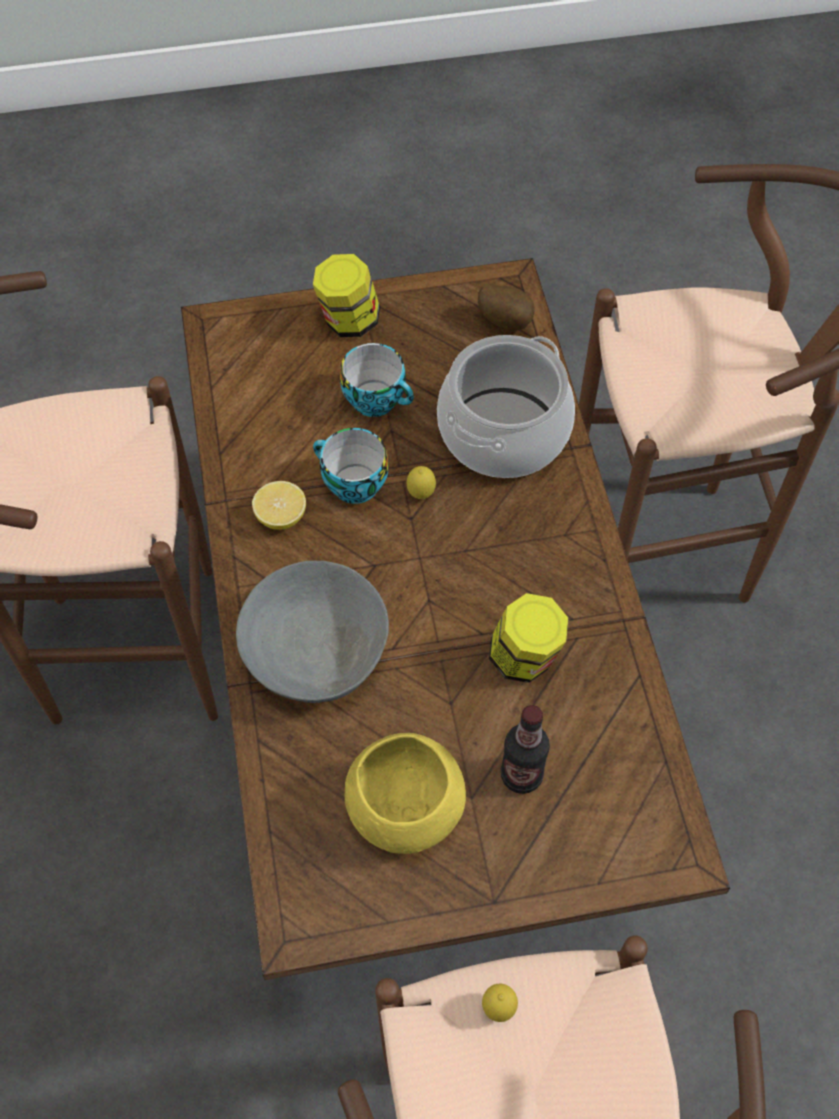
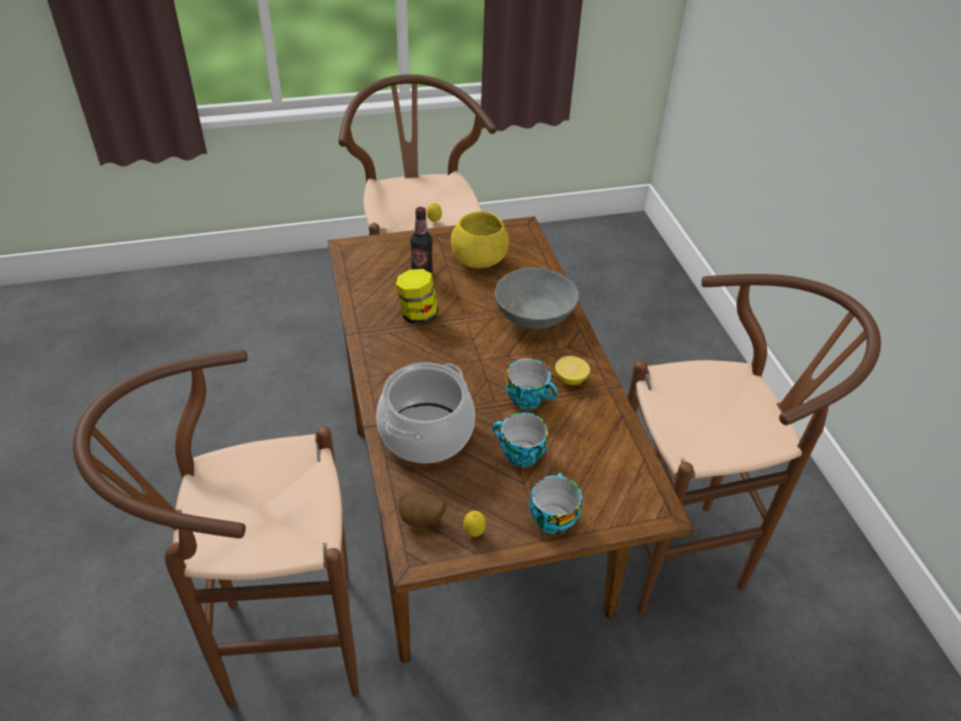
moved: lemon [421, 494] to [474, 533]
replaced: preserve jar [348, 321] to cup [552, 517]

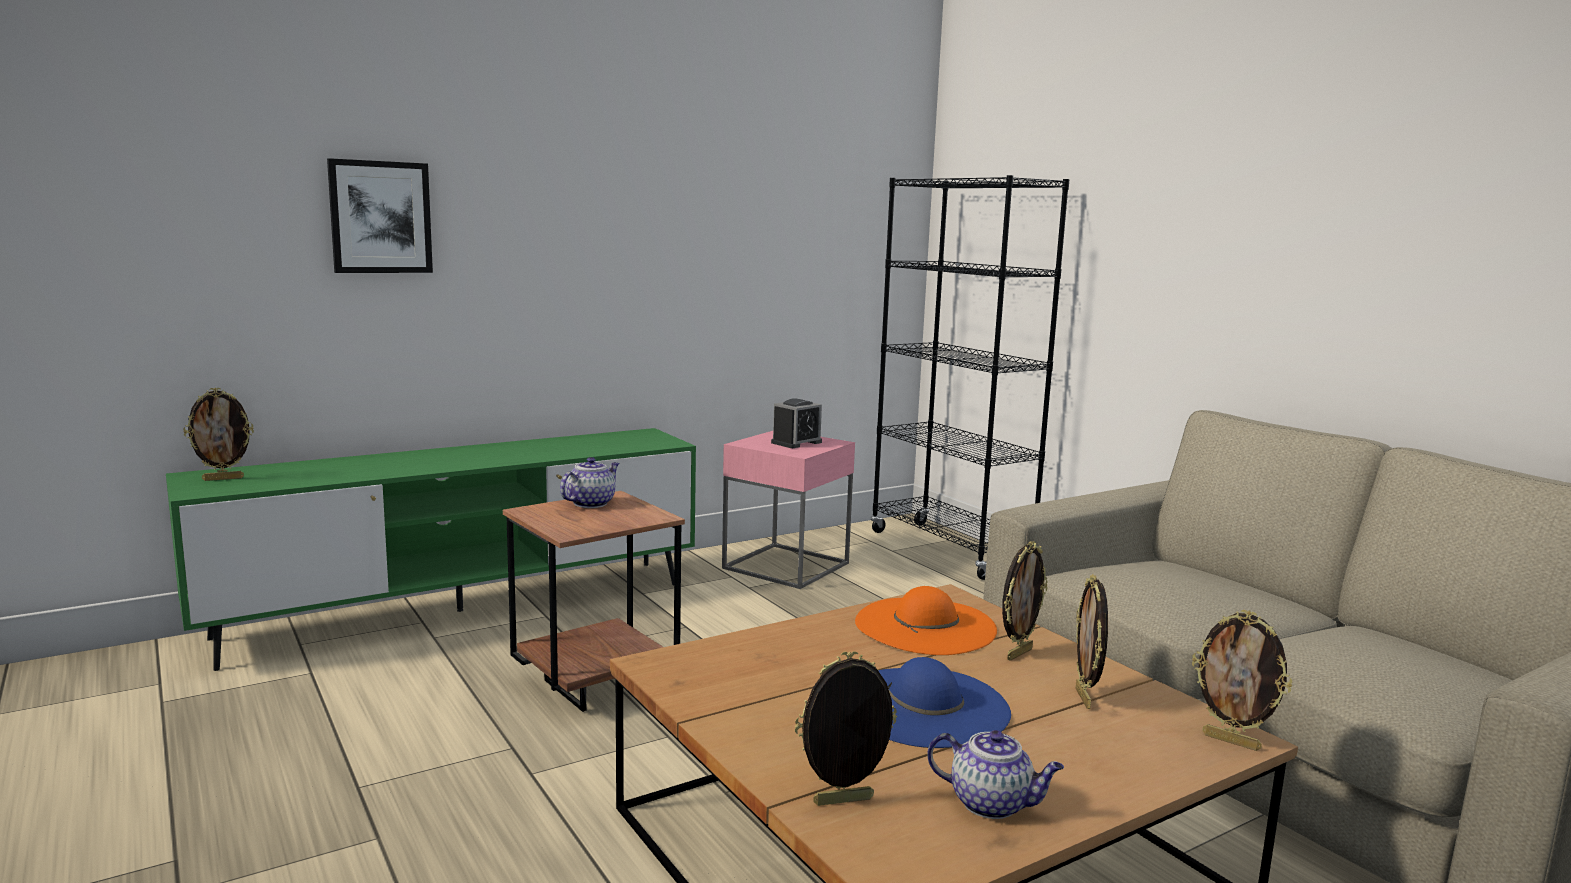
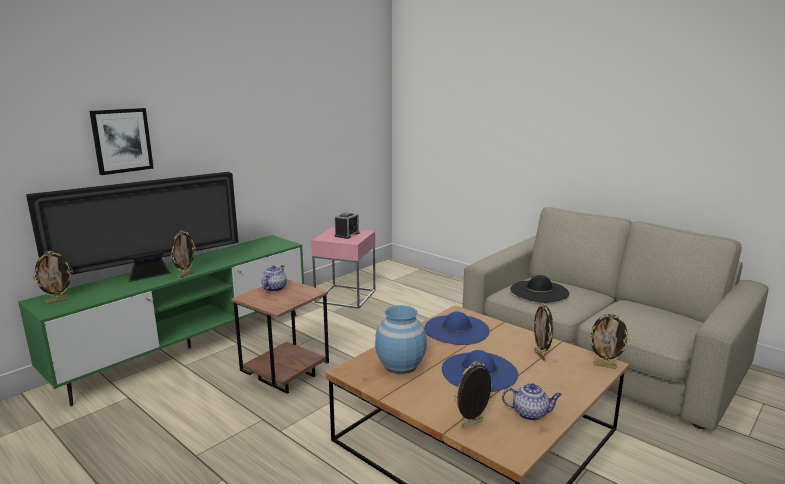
removed: bookshelf (black) [950, 550]
added: TV set [151, 275]; flower vase (blue-coloured) [400, 365]; hat (black) [539, 291]
moved: picture frame [1018, 653] to [185, 275]
recoloured: hat (orangey) [925, 626] to hat (blue-coloured) [456, 329]

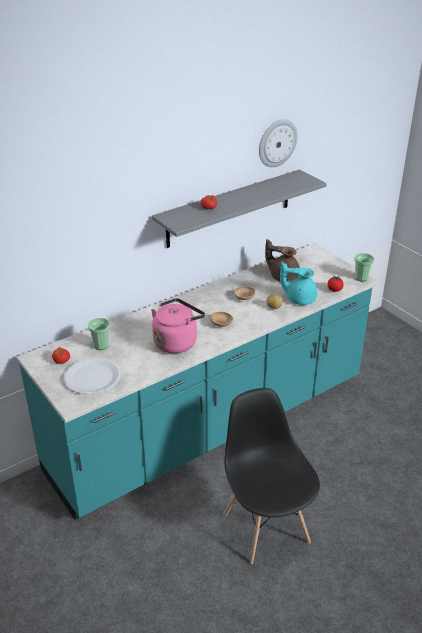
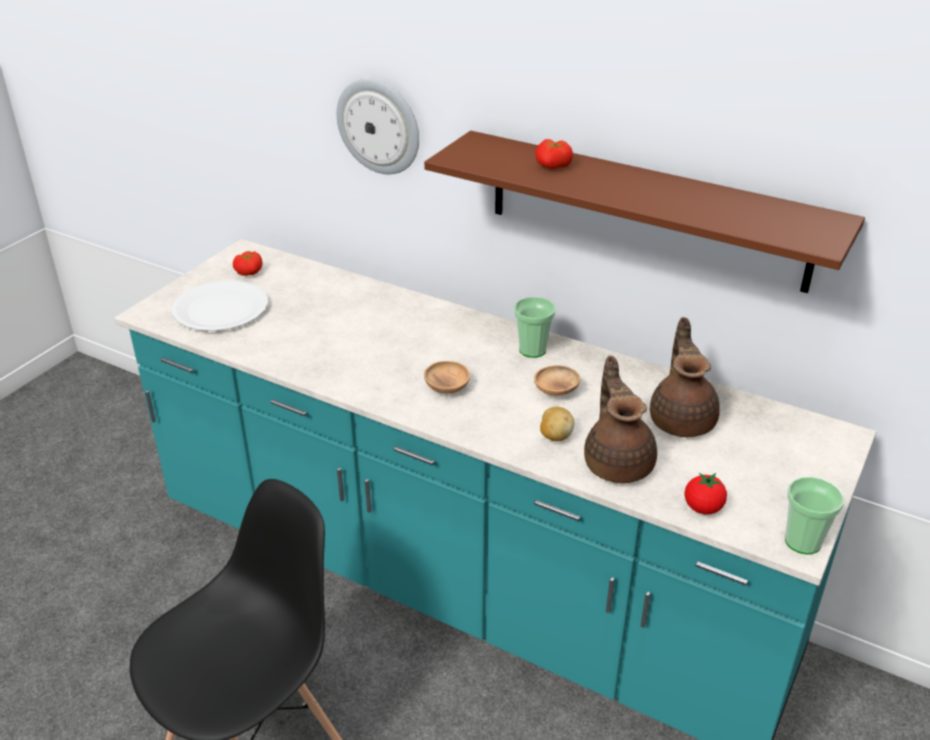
removed: tea kettle (pinkish) [177, 341]
moved: cup [101, 345] to [532, 350]; clock on the wall [277, 143] to [379, 126]
recoloured: wall shelf (greyish) [229, 208] to wall shelf (brown-coloured) [646, 210]; pot for tea (blue-green) [299, 298] to pot for tea (brown-coloured) [618, 462]

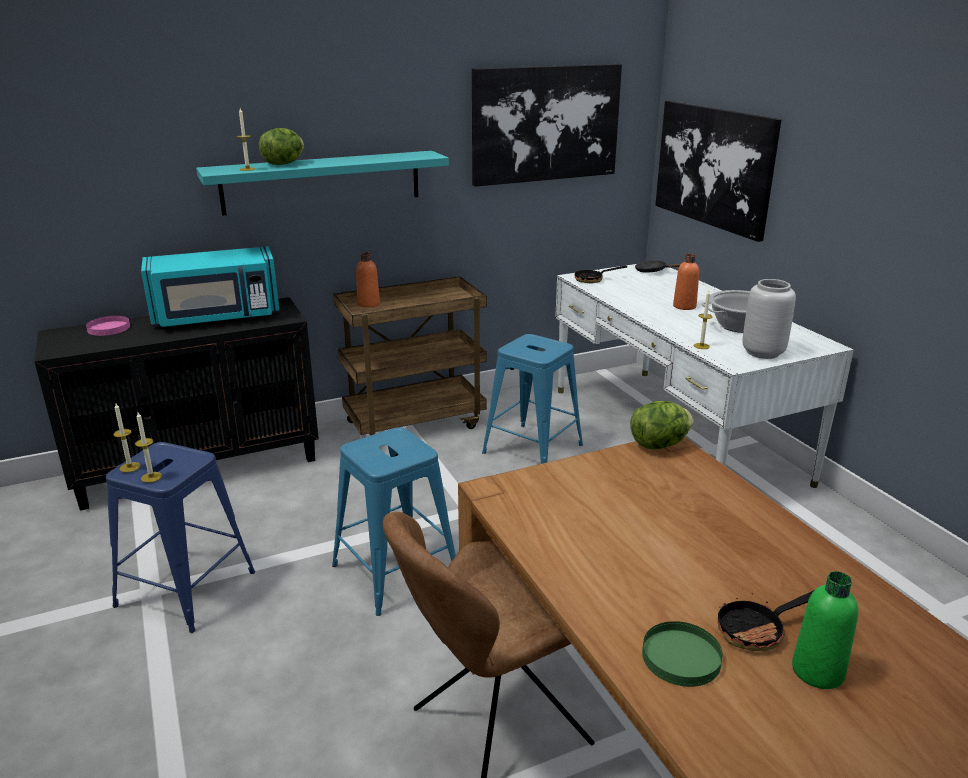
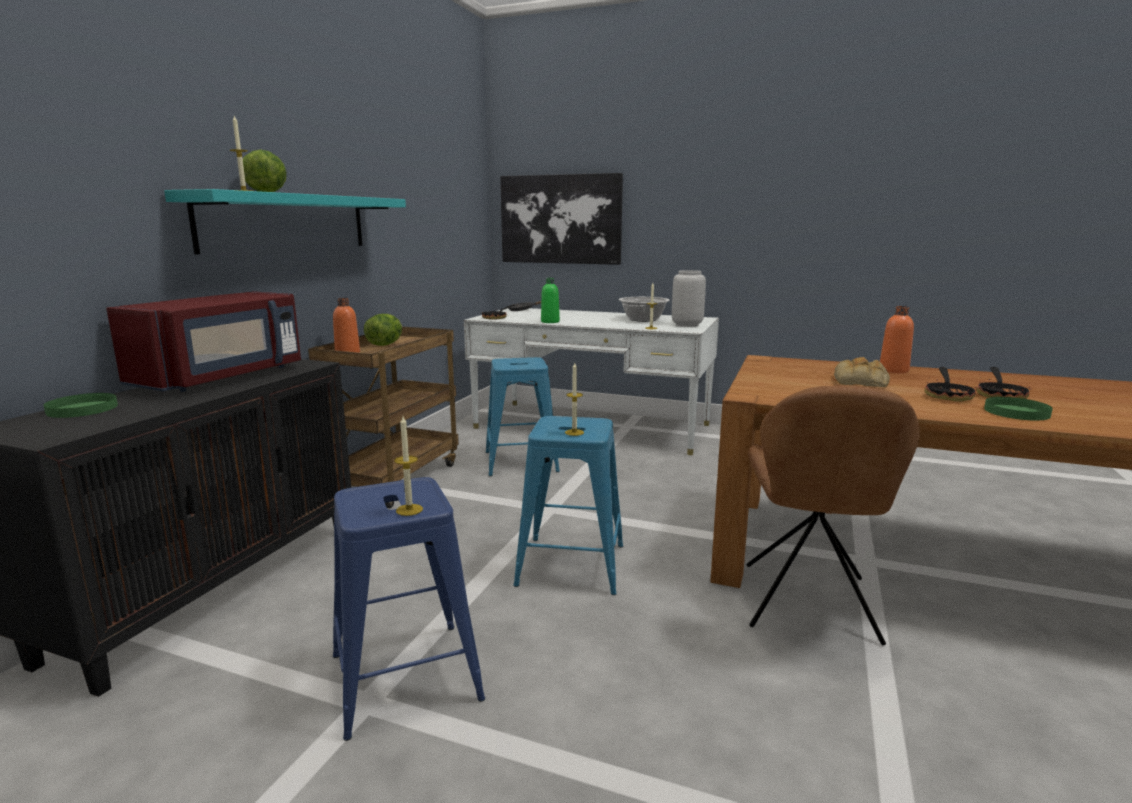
removed: wall art [545, 124]
added: bread [861, 382]; pan [948, 395]
moved: wax candle [130, 467] to [574, 432]; lettuce head [659, 444] to [385, 344]; beverage bottle (orangey) [684, 306] to [893, 370]; beverage bottle (green-coloured) [817, 671] to [550, 322]
recoloured: plate (pinkish) [108, 328] to plate (green-coloured) [81, 409]; microwave (blue-green) [217, 317] to microwave (red-coloured) [223, 377]

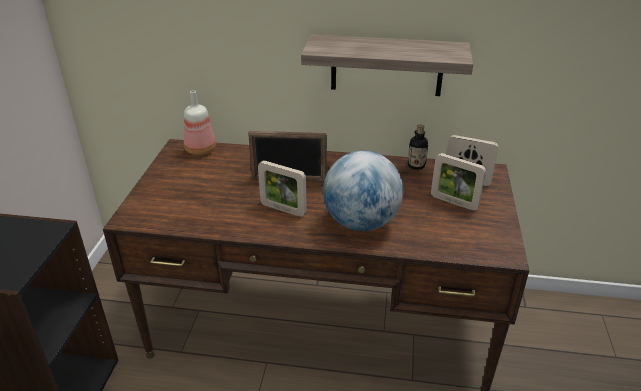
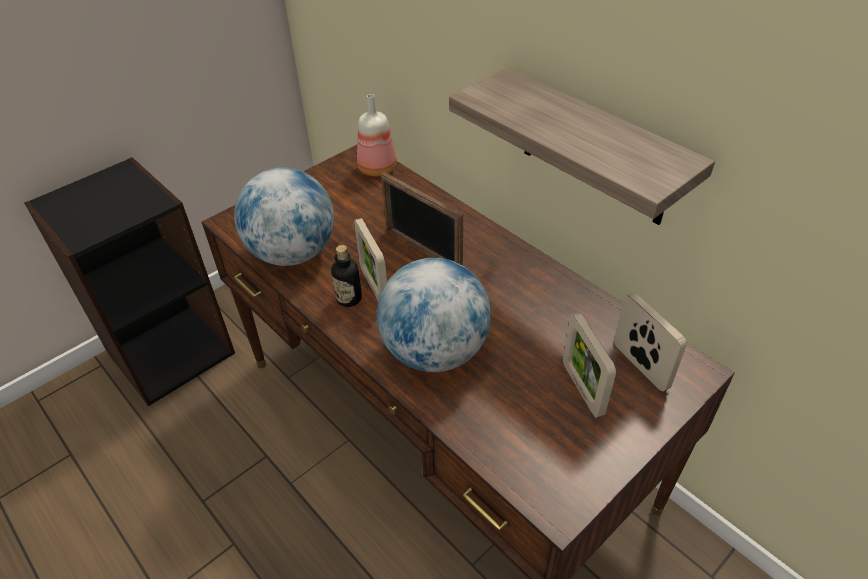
added: world globe [293, 253]
moved: beverage bottle [416, 165] to [349, 298]

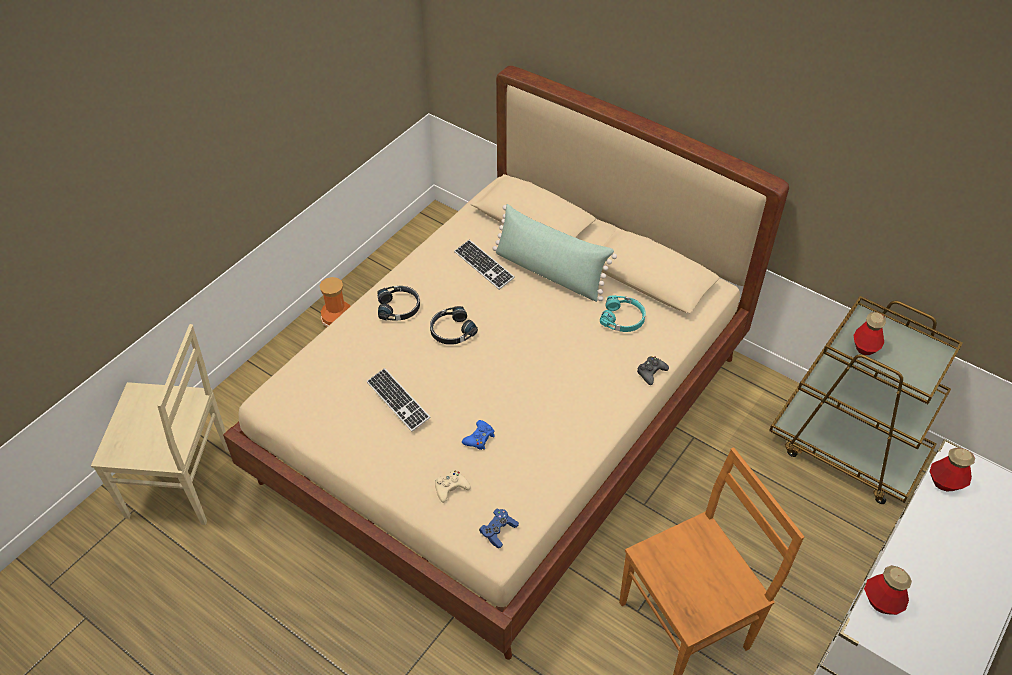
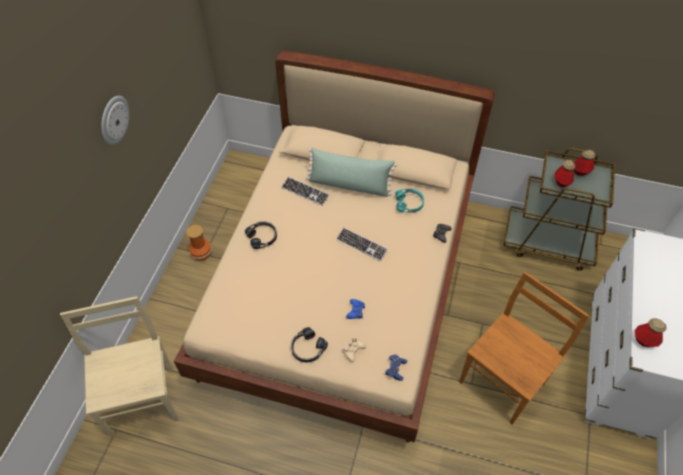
added: clock on the wall [114, 120]
moved: keyboard [398, 400] to [361, 245]; pair of headphones (black) [451, 331] to [307, 348]; beverage bottle [945, 482] to [580, 171]
turned: upright chair (beige-coloured) [183, 482] = [143, 398] 90 degrees counterclockwise

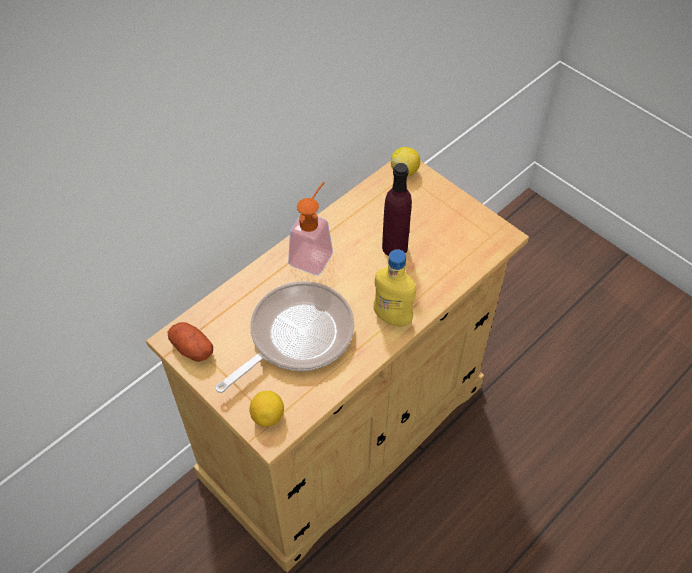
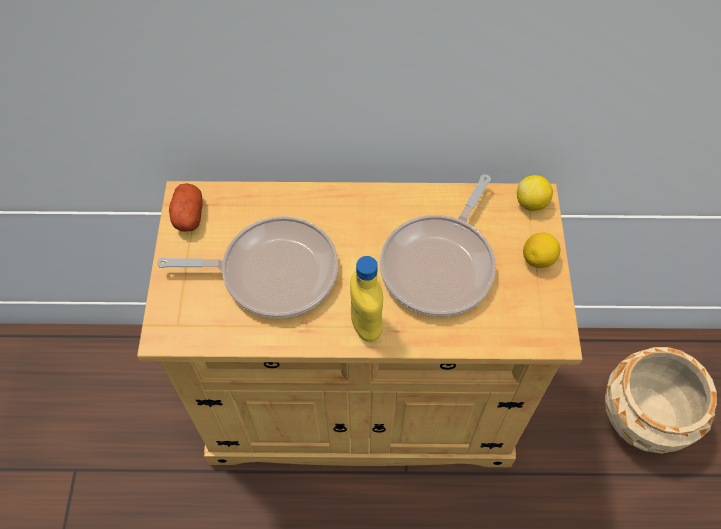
removed: liquid soap bottle [314, 253]
added: flower pot (beige-coloured) [643, 418]
moved: lemon [268, 416] to [538, 259]
replaced: beverage bottle (purple) [394, 247] to pan [440, 265]

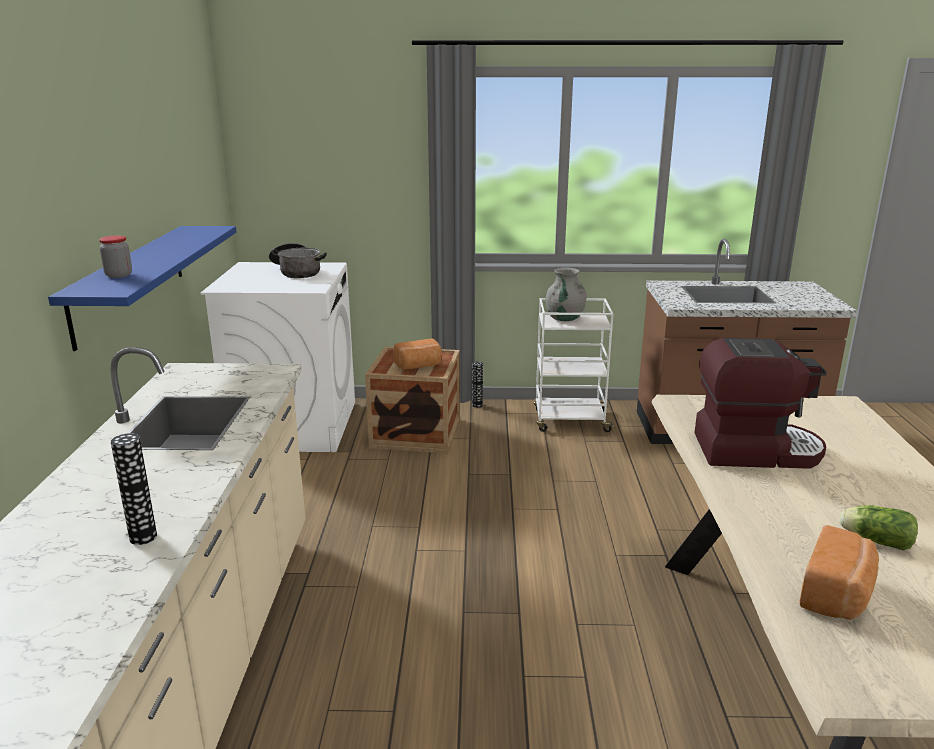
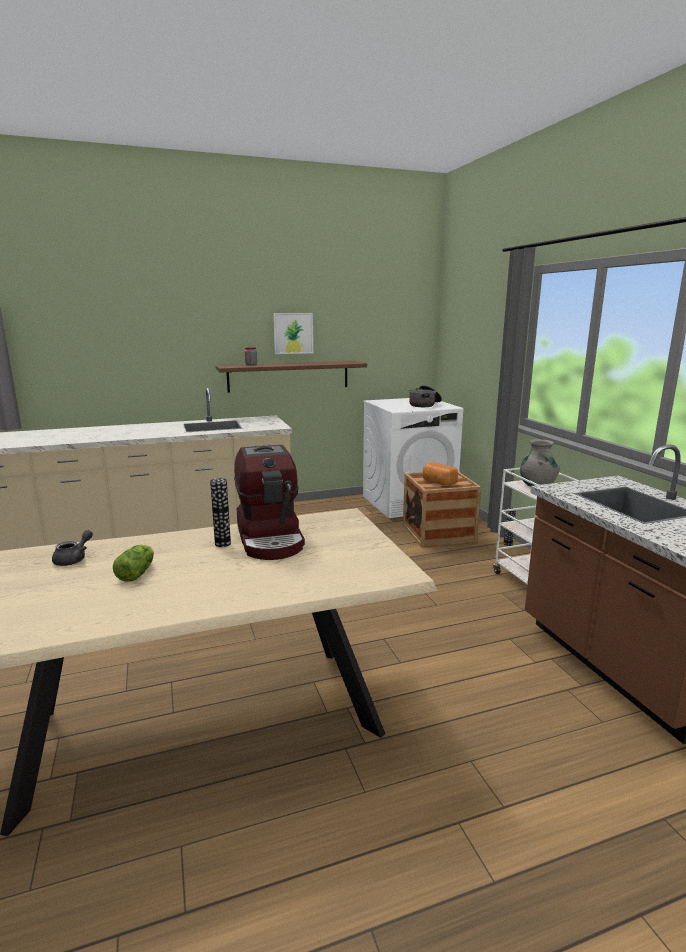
added: wall art [293, 333]
moved: flower vase [143, 537] to [222, 544]
replaced: bread [837, 594] to pot for tea (greyish) [74, 559]
recoloured: wall shelf (blue-coloured) [130, 281] to wall shelf (brown-coloured) [289, 376]

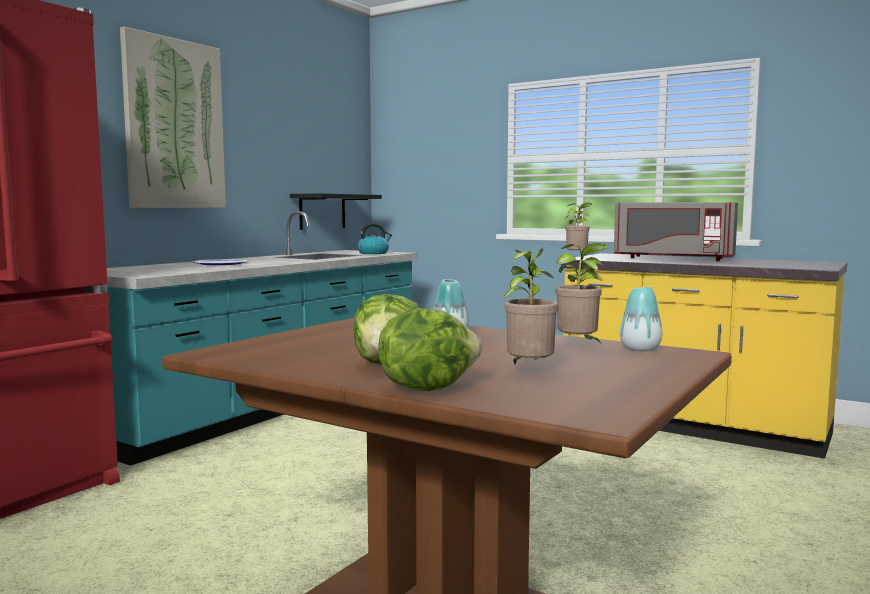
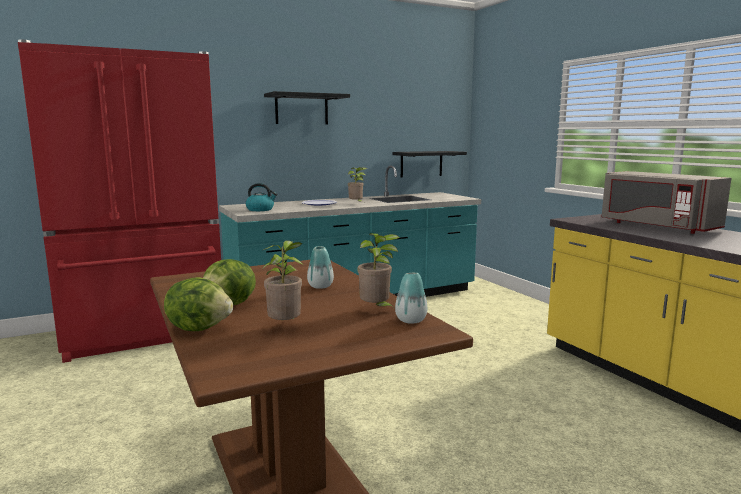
moved: tea kettle [373, 253] to [260, 209]; potted plant [578, 257] to [356, 204]
replaced: wall art [174, 124] to wall shelf (black) [301, 109]

